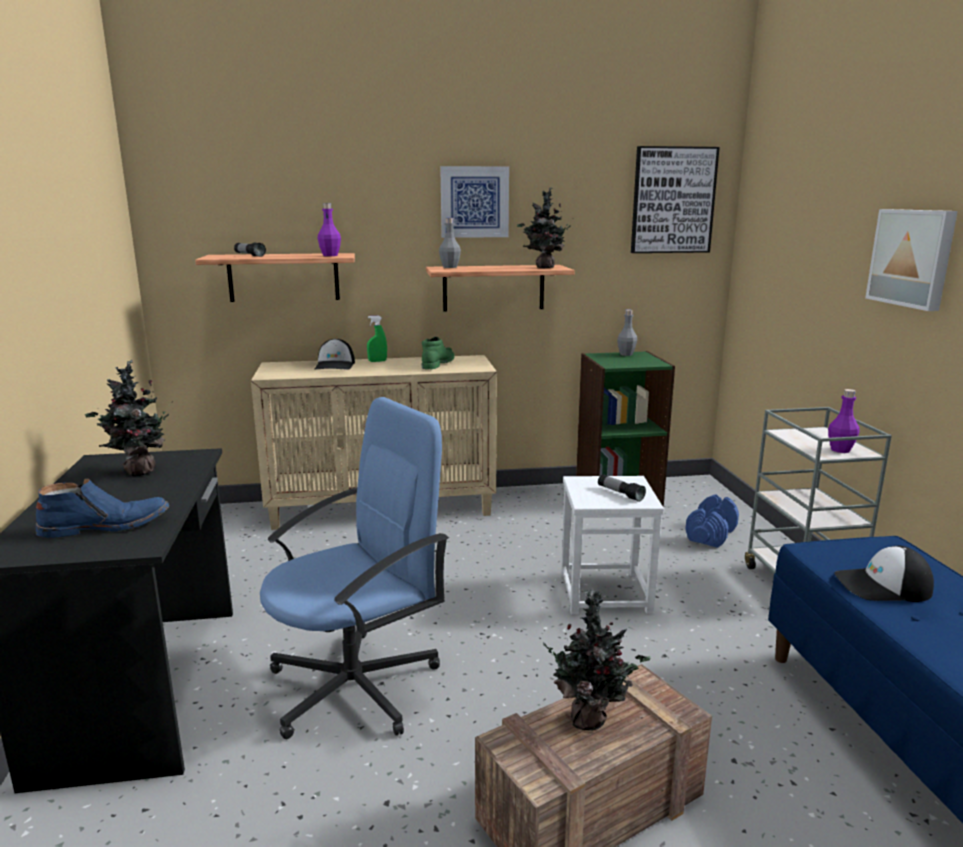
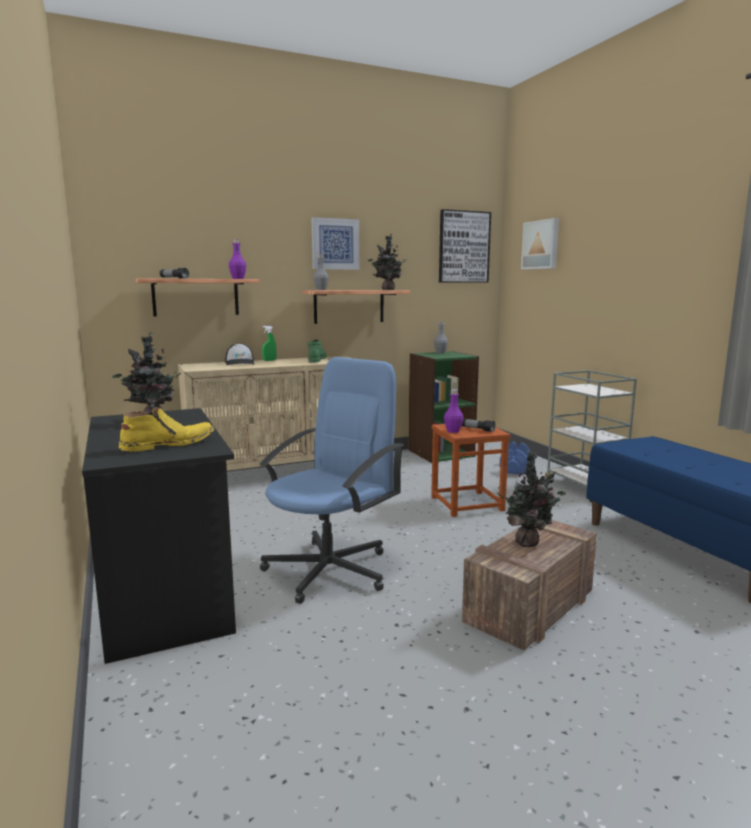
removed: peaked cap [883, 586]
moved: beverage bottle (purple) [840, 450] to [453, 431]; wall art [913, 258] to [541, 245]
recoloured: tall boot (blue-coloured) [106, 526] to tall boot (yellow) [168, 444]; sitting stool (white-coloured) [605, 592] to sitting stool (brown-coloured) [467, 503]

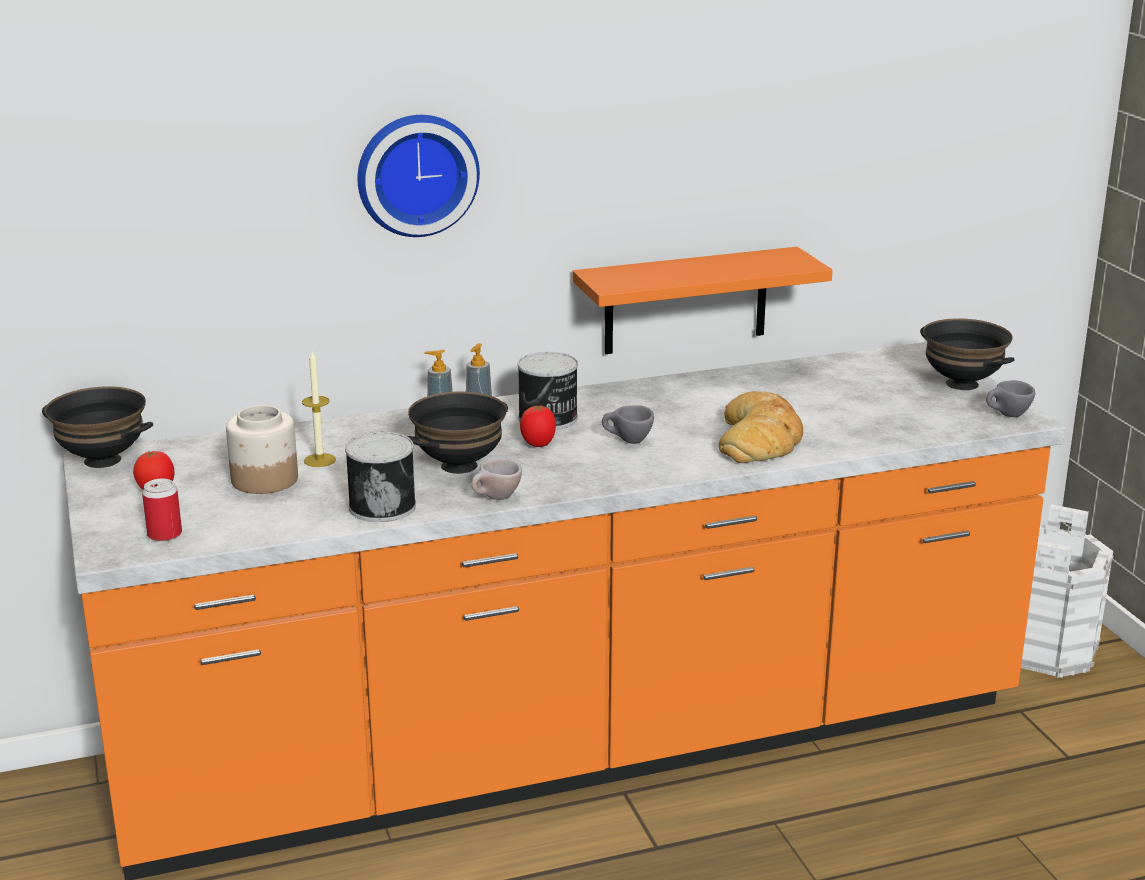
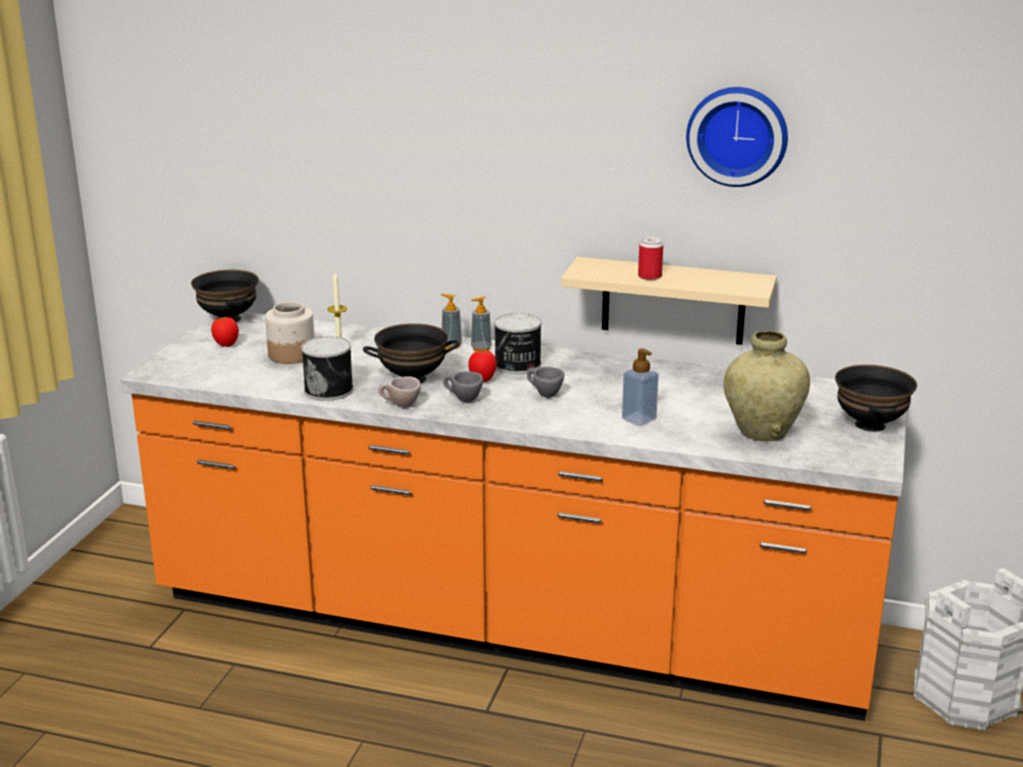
added: flower vase (beige-coloured) [762, 432]
moved: can [164, 534] to [649, 277]; clock on the wall [416, 173] to [737, 135]; cup (greyish) [1007, 416] to [462, 400]
replaced: bread [760, 439] to liquid soap bottle [639, 419]
recoloured: wall shelf (orangey) [686, 301] to wall shelf (beige-coloured) [673, 301]

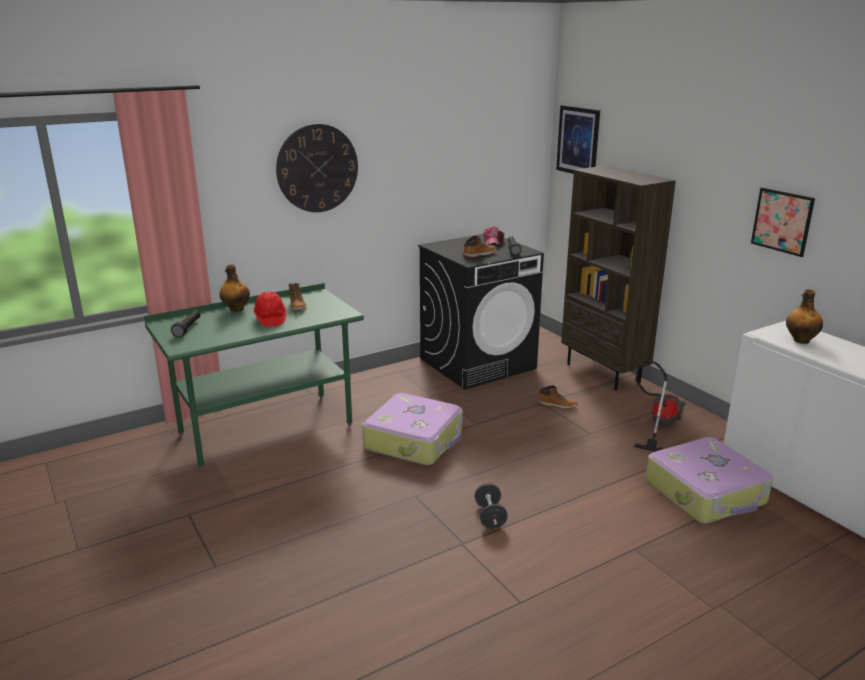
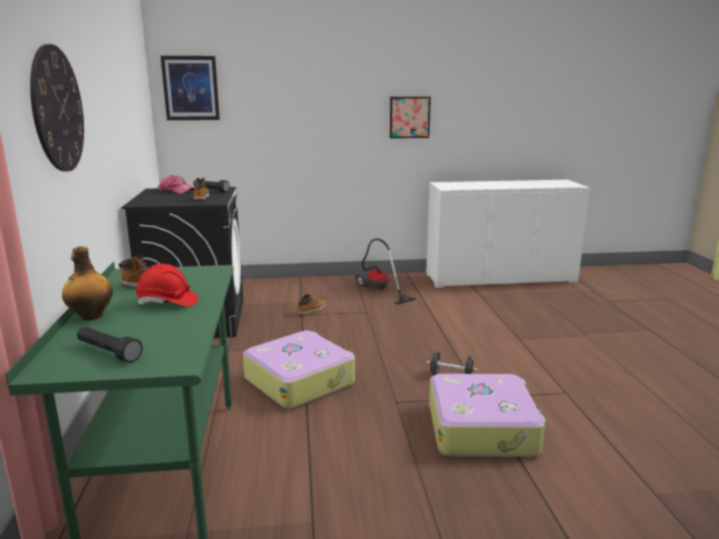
removed: bookshelf (brown-coloured) [604, 373]; beverage bottle [800, 340]
moved: suitcase [706, 493] to [482, 428]

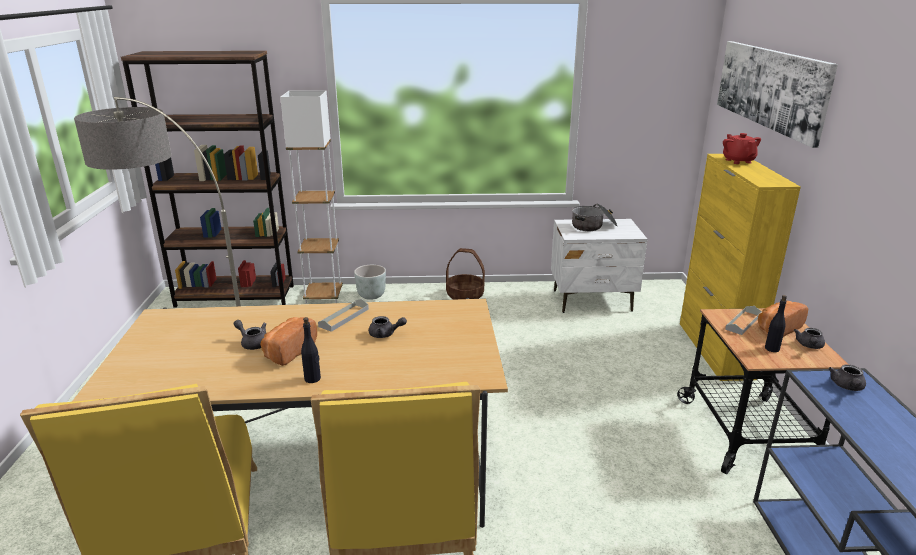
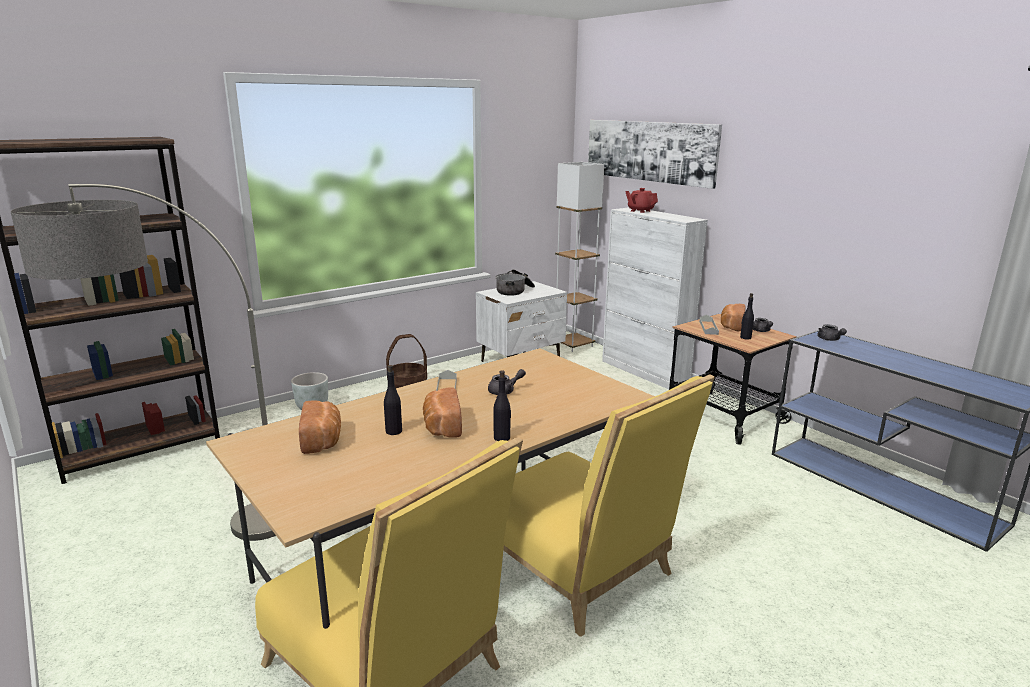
added: bread [323, 440]
moved: standard lamp (white-coloured) [323, 296] to [573, 345]
replaced: pot for tea (greyish) [253, 343] to beverage bottle (black) [393, 431]
recoloured: storage cabinet (yellow) [715, 350] to storage cabinet (white-coloured) [645, 372]

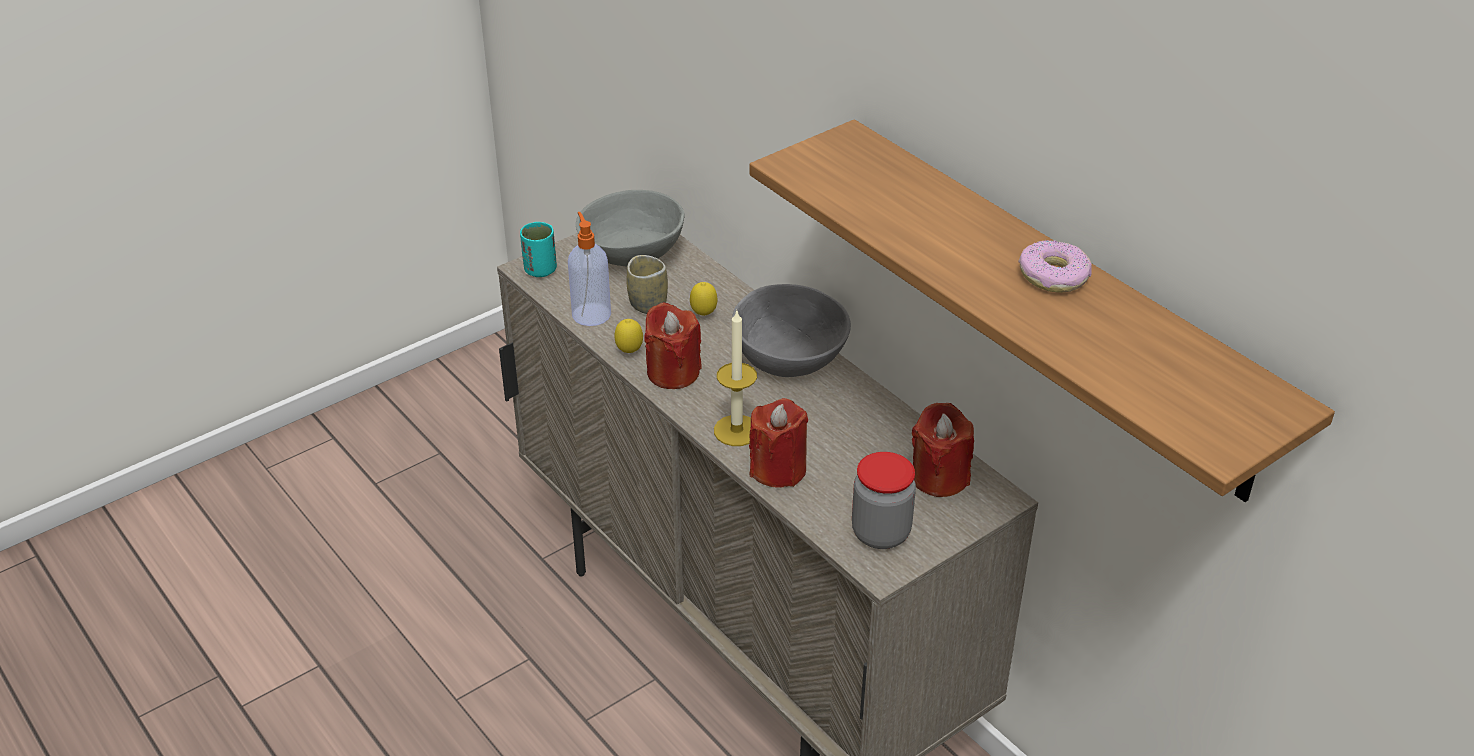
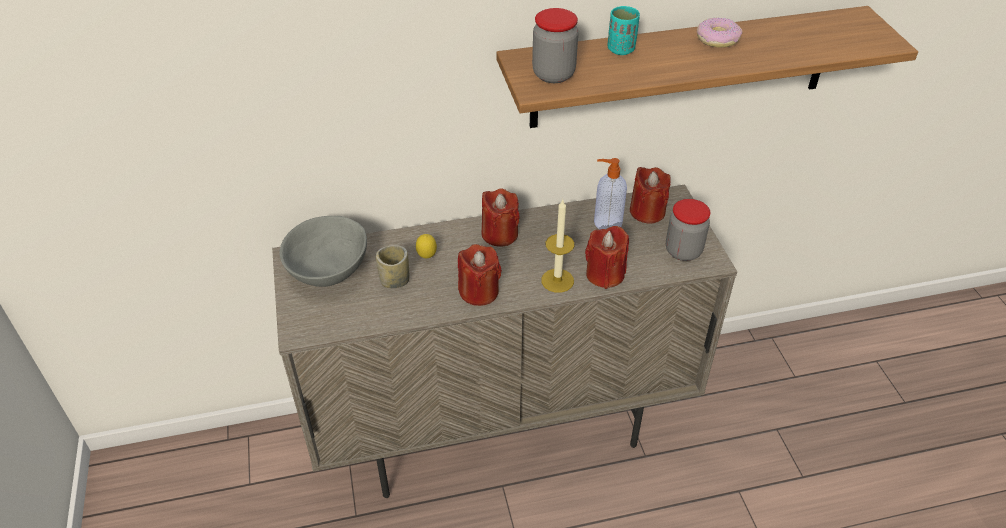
removed: lemon [629, 352]
added: preserve jar [553, 74]
moved: cup (blue-green) [540, 270] to [621, 49]; liquid soap bottle [591, 313] to [606, 222]
replaced: serving bowl (greyish) [787, 358] to wax candle (red-coloured) [499, 234]

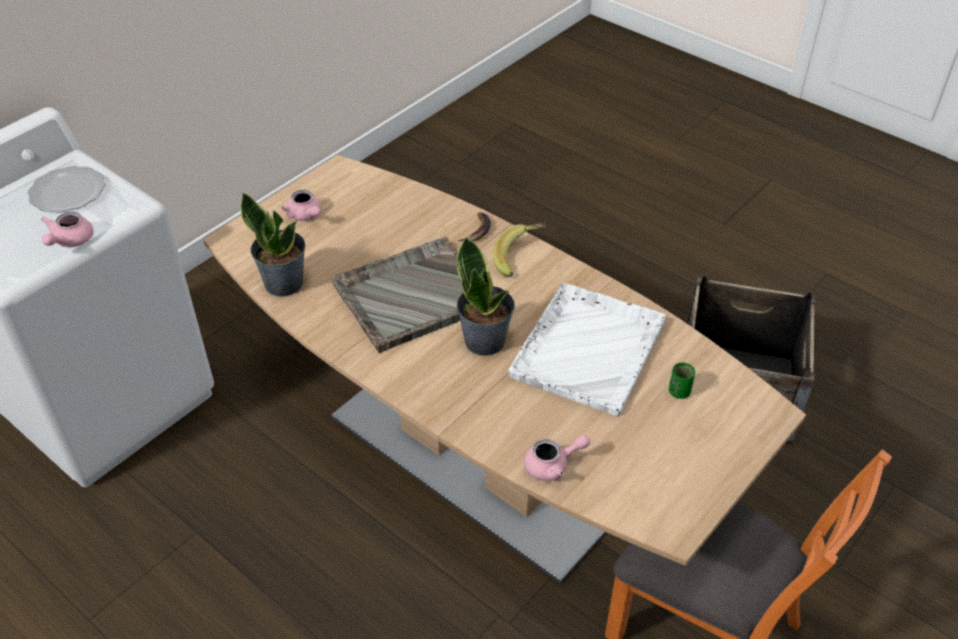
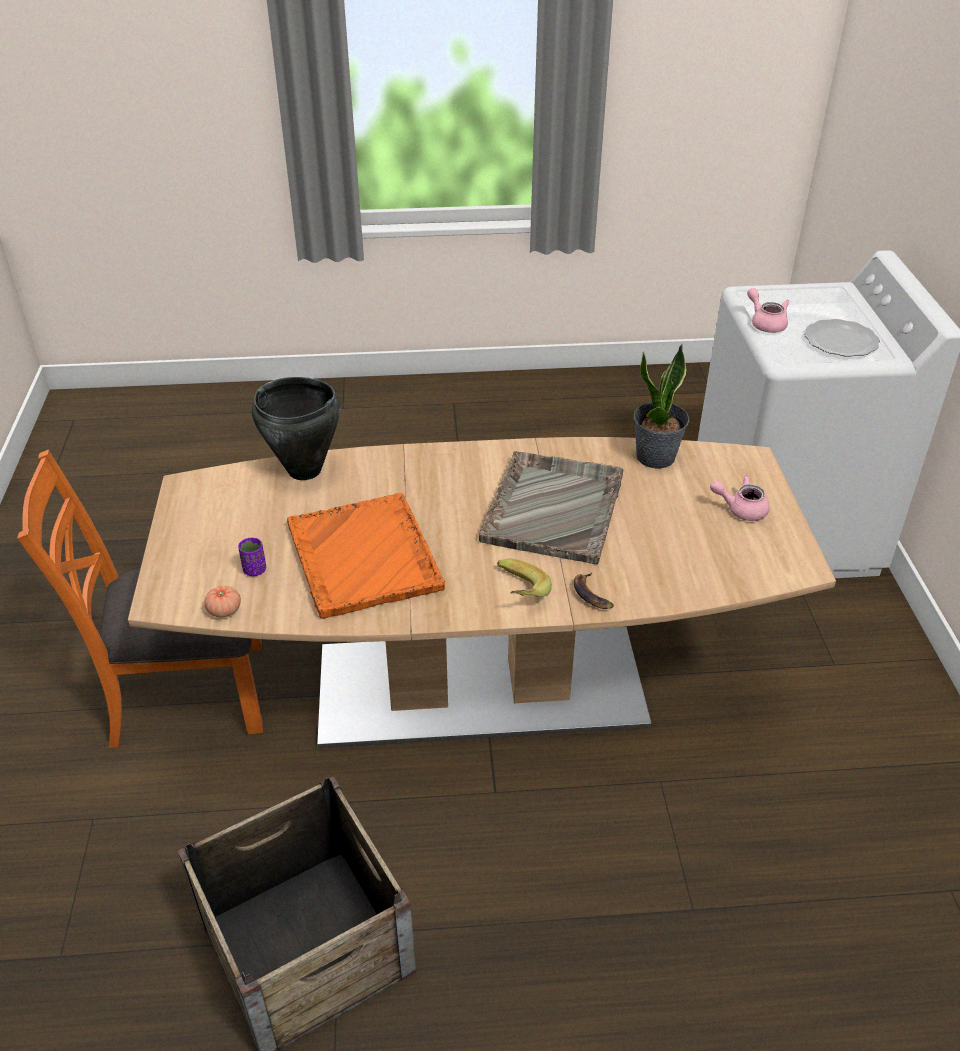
removed: potted plant [485, 340]
added: whole tomato [224, 610]
replaced: pot for tea (pinkish) [553, 466] to stockpot (black) [305, 471]
recoloured: serving tray (white-coloured) [589, 348] to serving tray (orangey) [364, 557]; cup (green-coloured) [679, 392] to cup (purple) [254, 570]

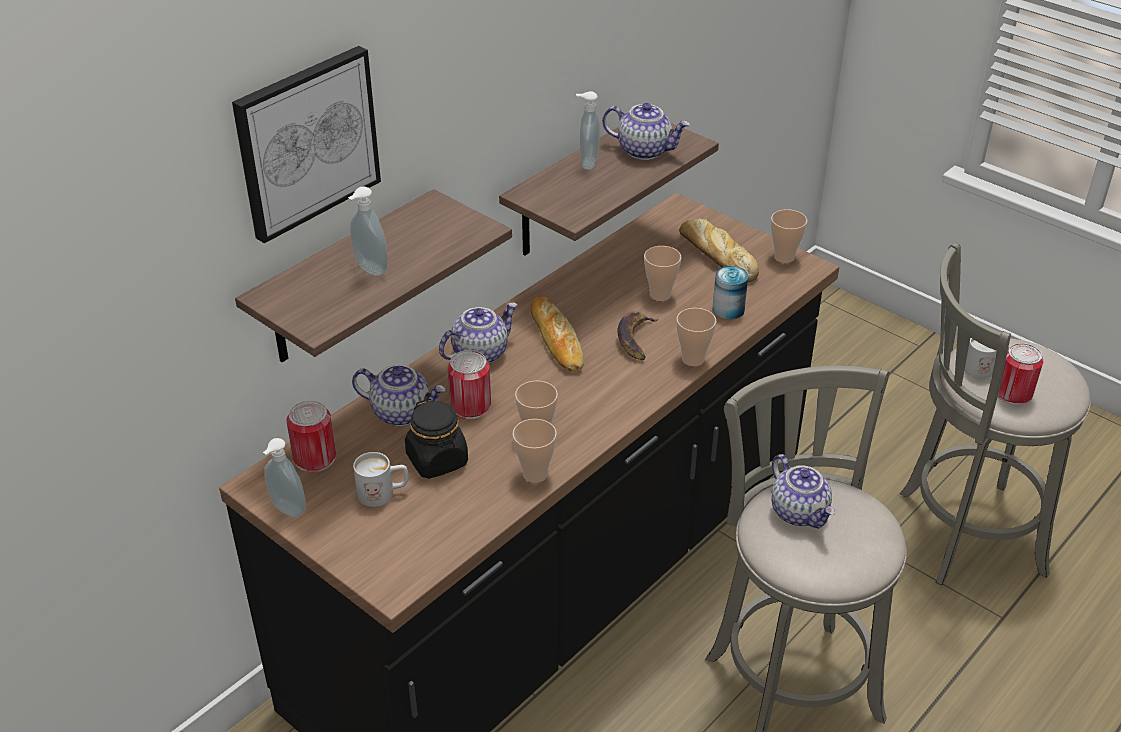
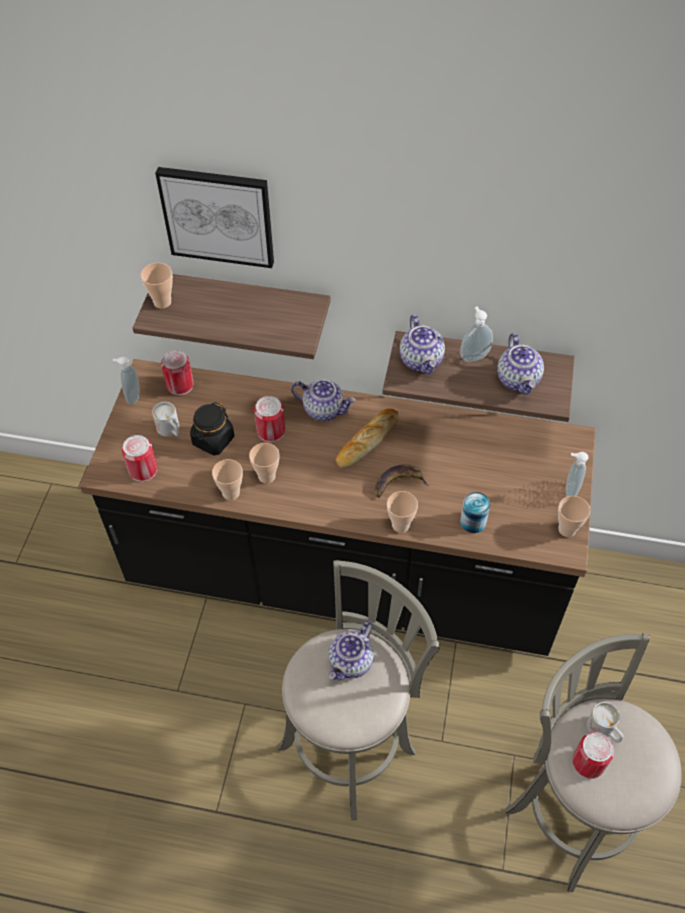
removed: bread [716, 256]
added: can [143, 470]
moved: liquid soap bottle [369, 270] to [569, 490]; pot for tea [402, 412] to [422, 360]; cup [660, 295] to [162, 302]

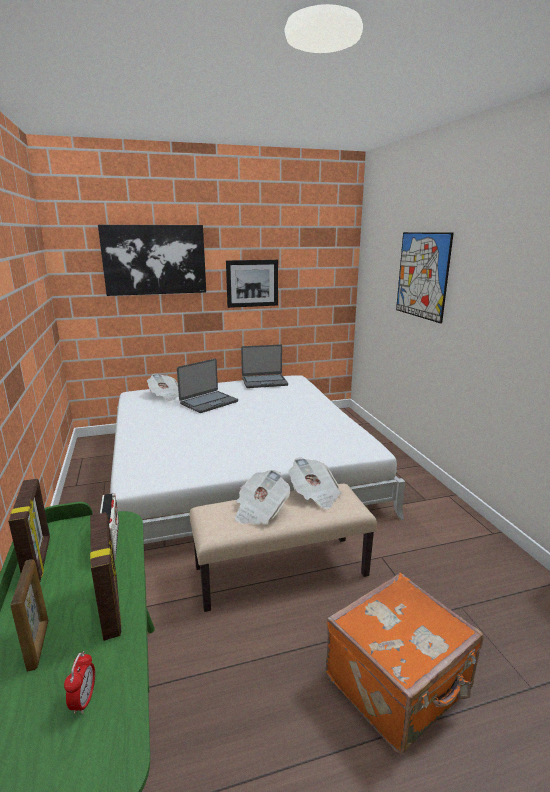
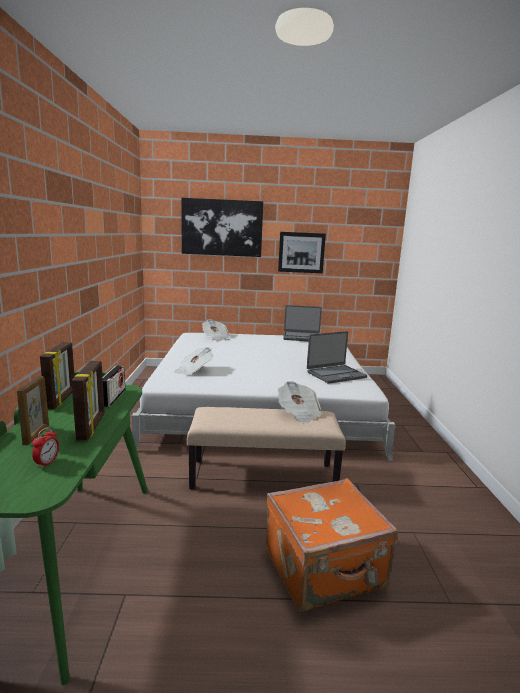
removed: wall art [422, 275]
moved: laptop [208, 402] to [336, 374]; newspaper [260, 511] to [193, 371]

